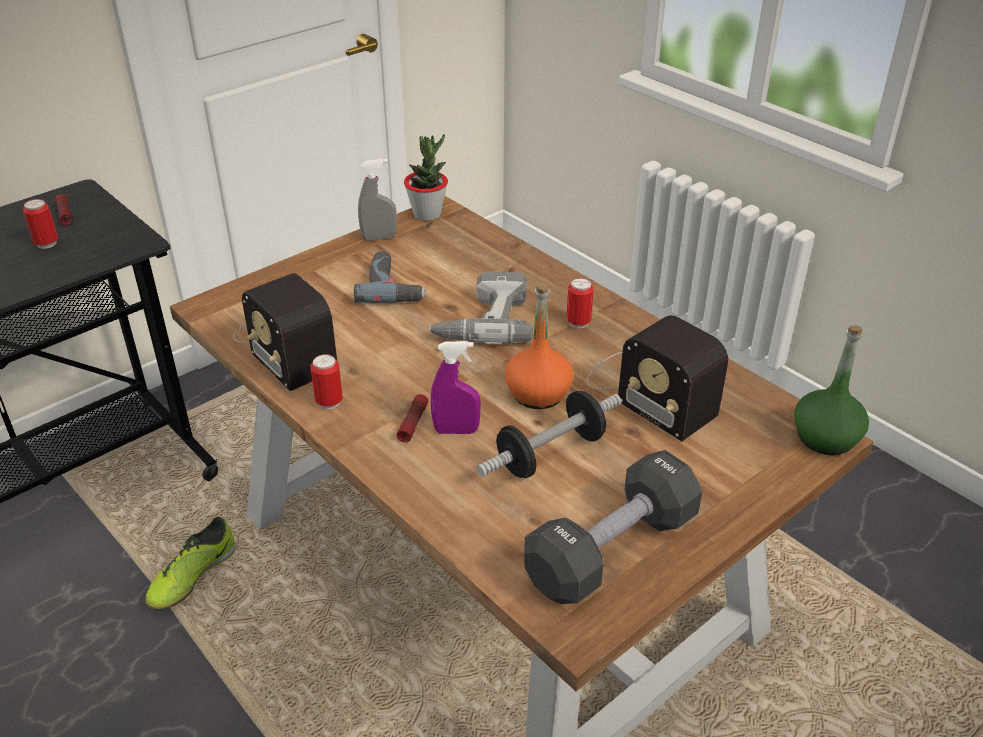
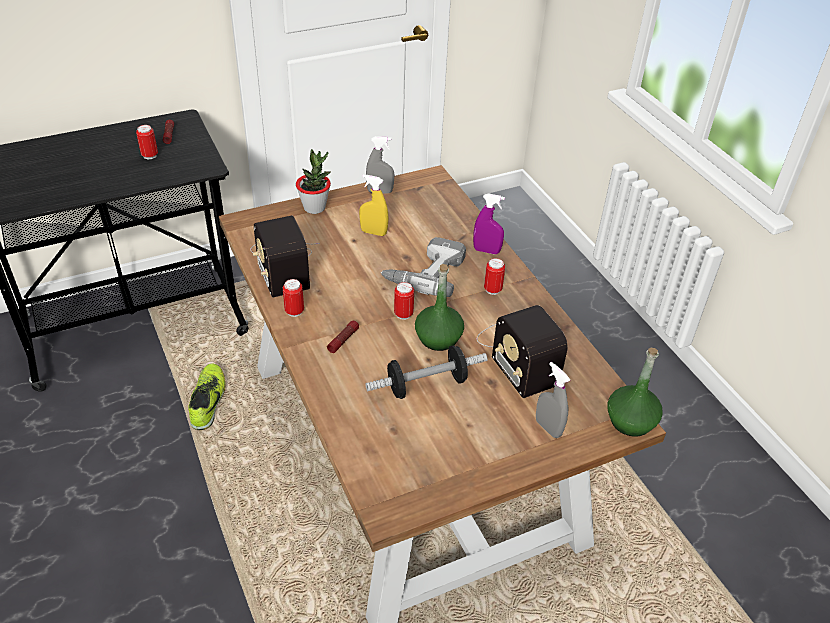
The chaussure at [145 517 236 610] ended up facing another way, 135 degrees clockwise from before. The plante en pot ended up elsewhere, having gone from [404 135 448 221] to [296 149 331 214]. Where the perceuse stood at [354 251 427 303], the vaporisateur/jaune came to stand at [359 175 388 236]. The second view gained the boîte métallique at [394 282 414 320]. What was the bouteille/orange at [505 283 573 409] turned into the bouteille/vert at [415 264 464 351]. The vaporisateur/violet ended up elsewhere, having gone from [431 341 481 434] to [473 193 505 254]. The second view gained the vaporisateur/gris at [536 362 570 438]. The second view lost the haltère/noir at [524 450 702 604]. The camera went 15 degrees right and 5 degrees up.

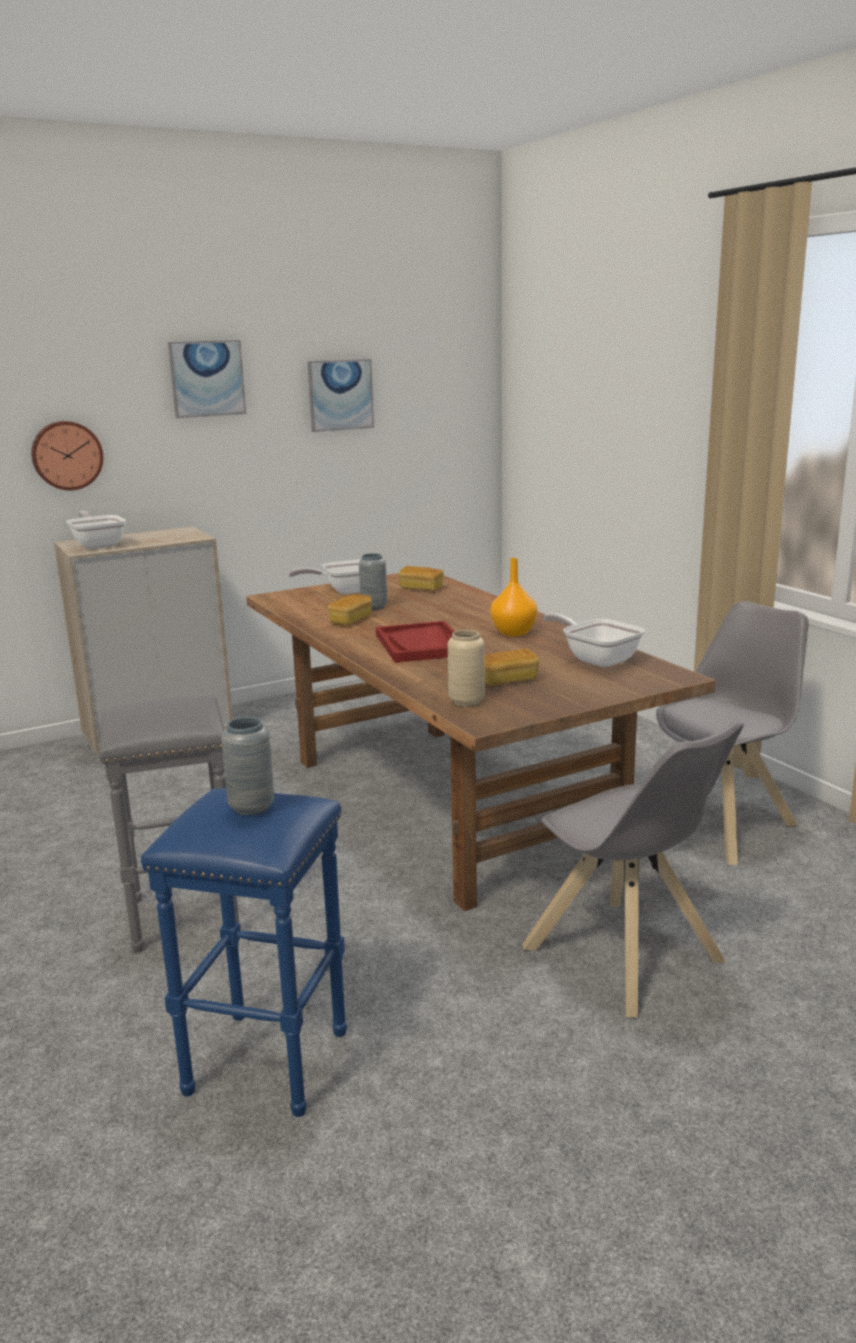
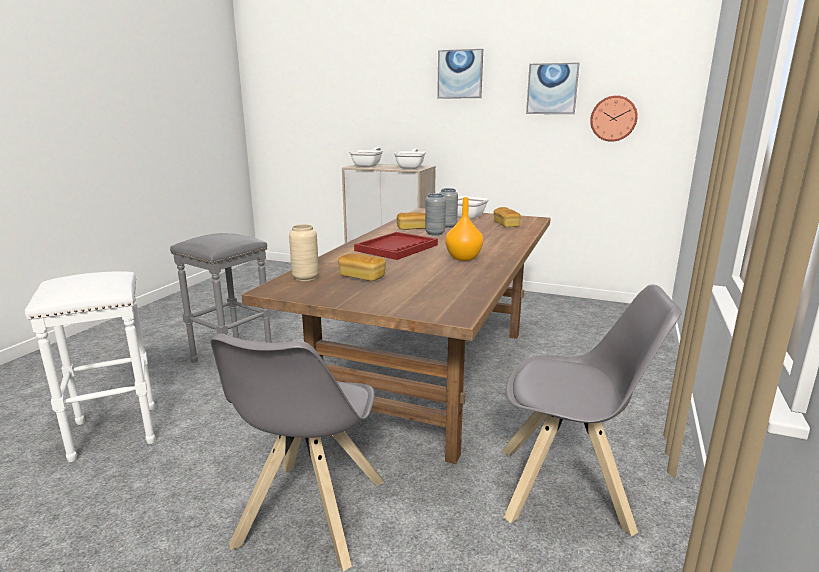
What was the tabouret/bleu at [141 788 347 1117] turned into the tabouret/blanc at [25 271 155 462]. The poêle ended up elsewhere, having gone from [543 613 645 667] to [394 149 426 169]. The vase/gris ended up elsewhere, having gone from [221 717 274 816] to [425 193 446 236]. The horloge murale ended up elsewhere, having gone from [31 421 103 490] to [590 95 638 142]. The camera went 50 degrees right and 0 degrees up.

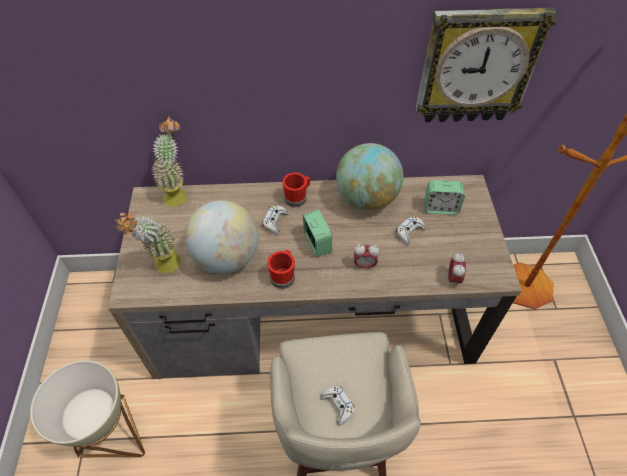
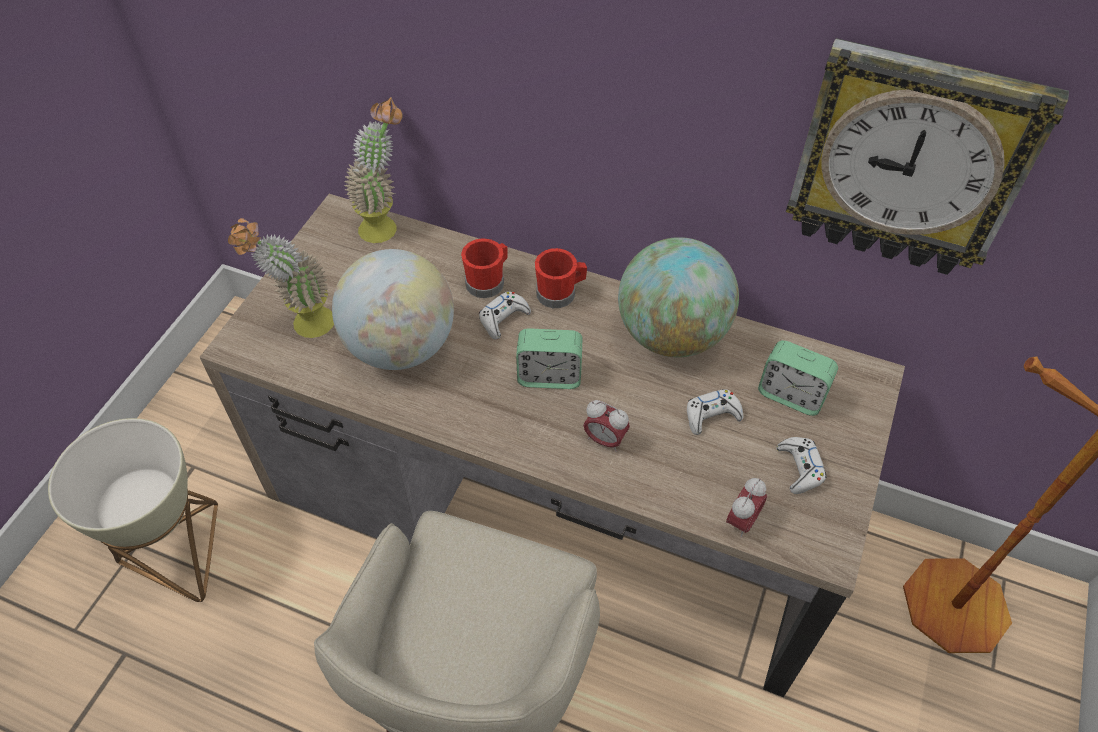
The mug/rouge ended up elsewhere, having gone from [267 250 295 289] to [461 238 508 298]. The réveil at [303 209 332 257] ended up facing another way, 90 degrees clockwise from before. The manette/blanc ended up elsewhere, having gone from [320 386 355 425] to [776 437 827 494]. The camera went 25 degrees right and 0 degrees up.

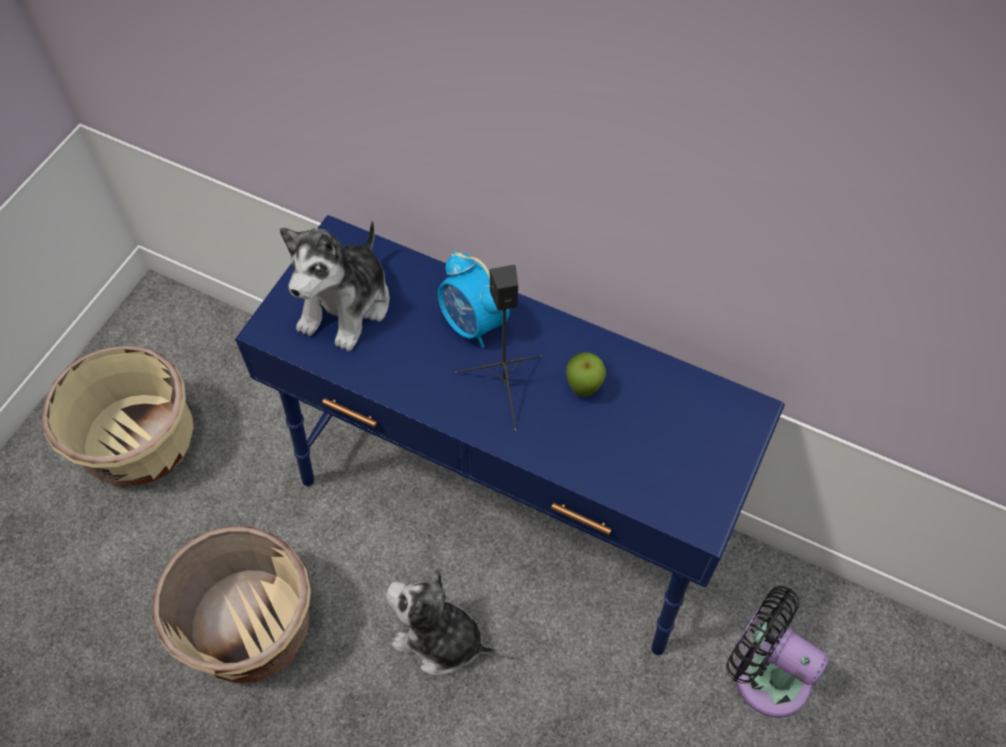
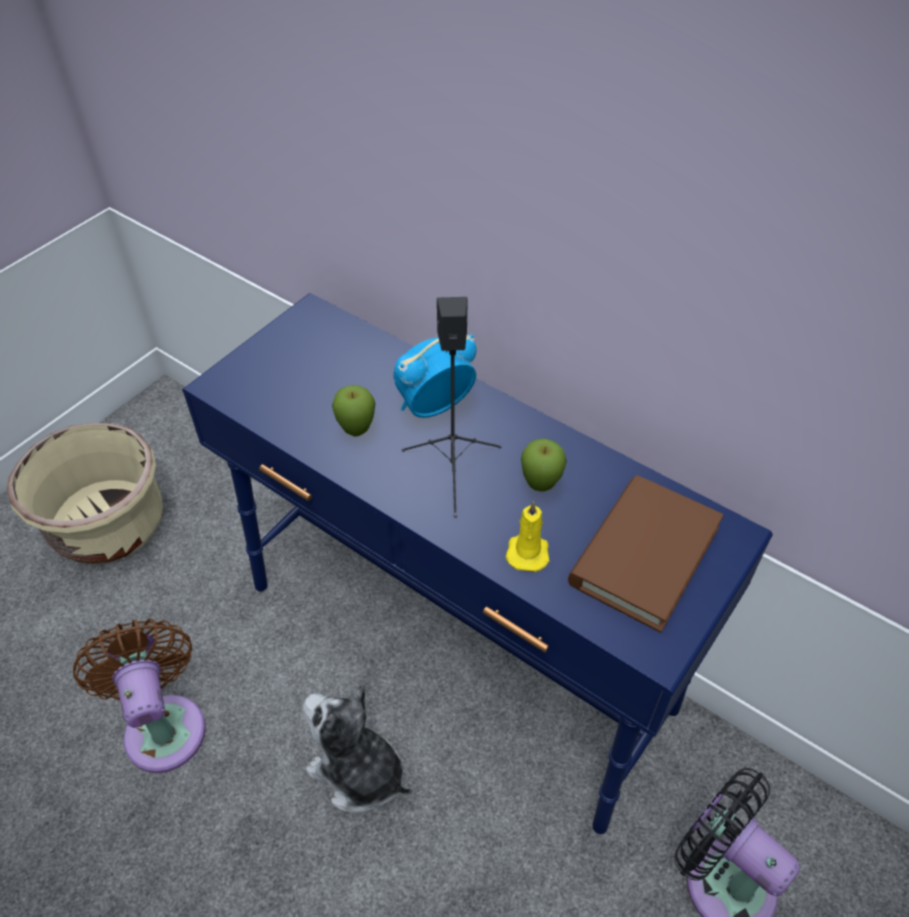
Where the cache-pot/beige stood at [153 526 311 683], the ventilateur/marron came to stand at [73 619 206 773]. The second view gained the pomme at [332 385 376 437]. The réveil at [438 251 510 348] ended up facing another way, 90 degrees clockwise from before. The second view gained the bougie/jaune at [506 501 549 572]. The second view gained the livre/marron at [568 475 724 633]. The second view lost the peluche at [280 220 390 351]. The camera went 10 degrees right and 10 degrees down.

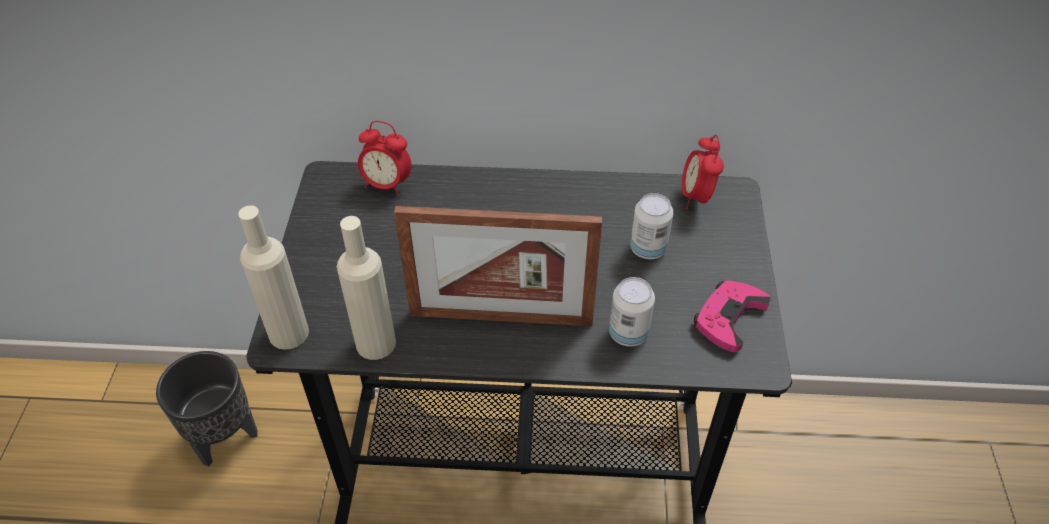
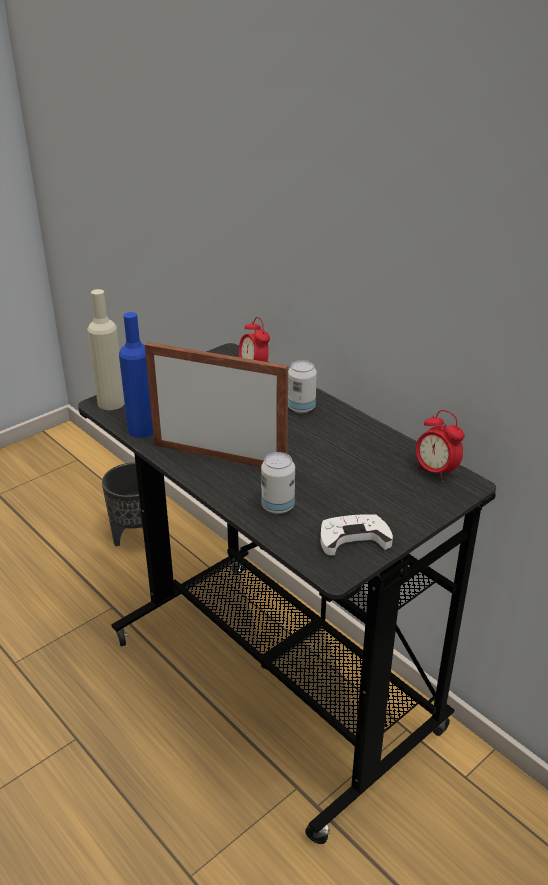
What was the bouteille/beige at [337 216 396 360] turned into the bouteille/bleu at [119 312 153 438]. The cadre photo at [394 206 602 326] ended up facing another way, 150 degrees clockwise from before. The boîte métallique ended up elsewhere, having gone from [630 193 674 259] to [288 360 317 413]. What was the manette/rose at [694 280 771 353] turned into the manette/blanc at [321 513 393 555]. The réveil at [682 135 724 209] ended up facing another way, 90 degrees counterclockwise from before. The camera went 45 degrees right and 15 degrees down.

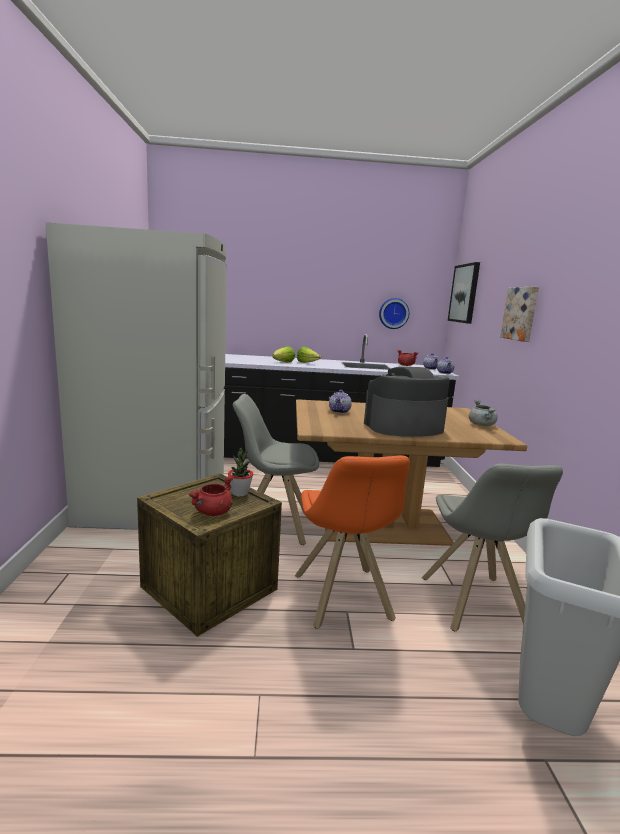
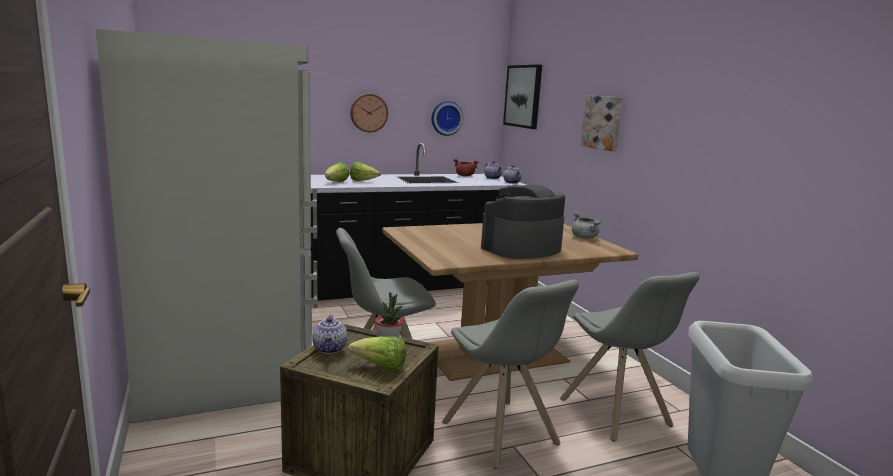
The théière ended up elsewhere, having gone from [329 390 352 414] to [312 315 347 354]. Where the marmite/rouge stood at [188 476 233 516], the laitue came to stand at [348 336 406 372]. The second view gained the horloge murale at [350 94 388 132]. What was the chaise/orange at [295 456 410 629] turned into the chaise/gris at [442 280 579 469]. The camera went 20 degrees left and 0 degrees up.

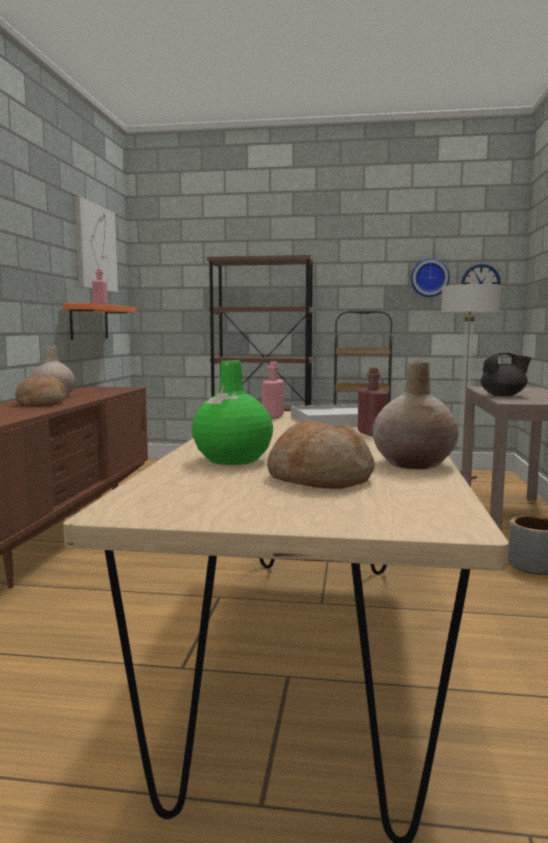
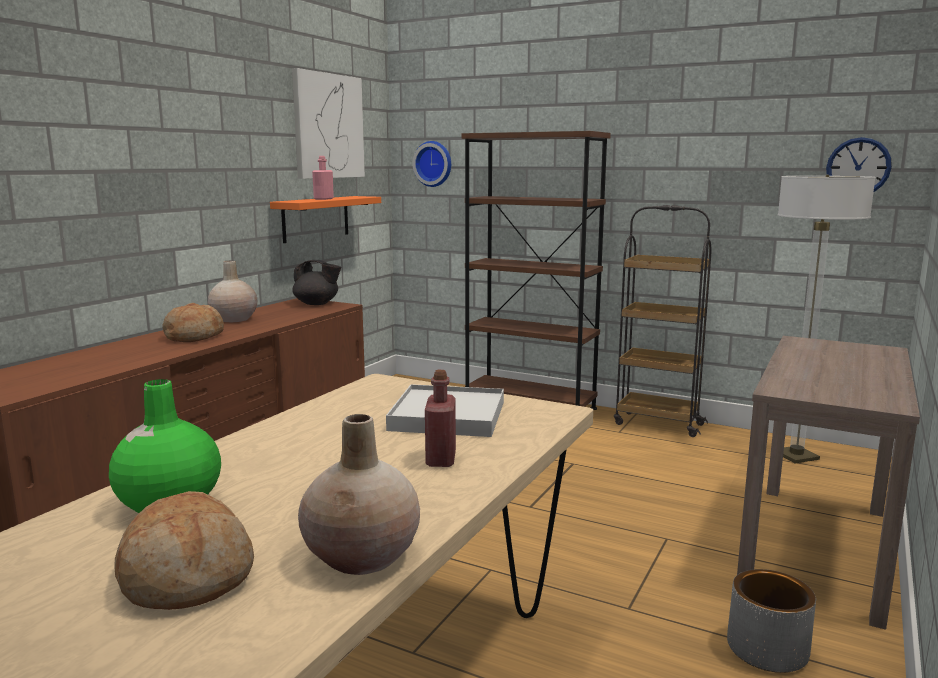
The théière/noir ended up elsewhere, having gone from [480 353 531 396] to [292 260 341 305]. The horloge murale ended up elsewhere, having gone from [411 258 450 297] to [413 141 451 187]. The second view lost the bouteille/rose at [262 361 284 419]. The camera went 20 degrees right and 5 degrees up.

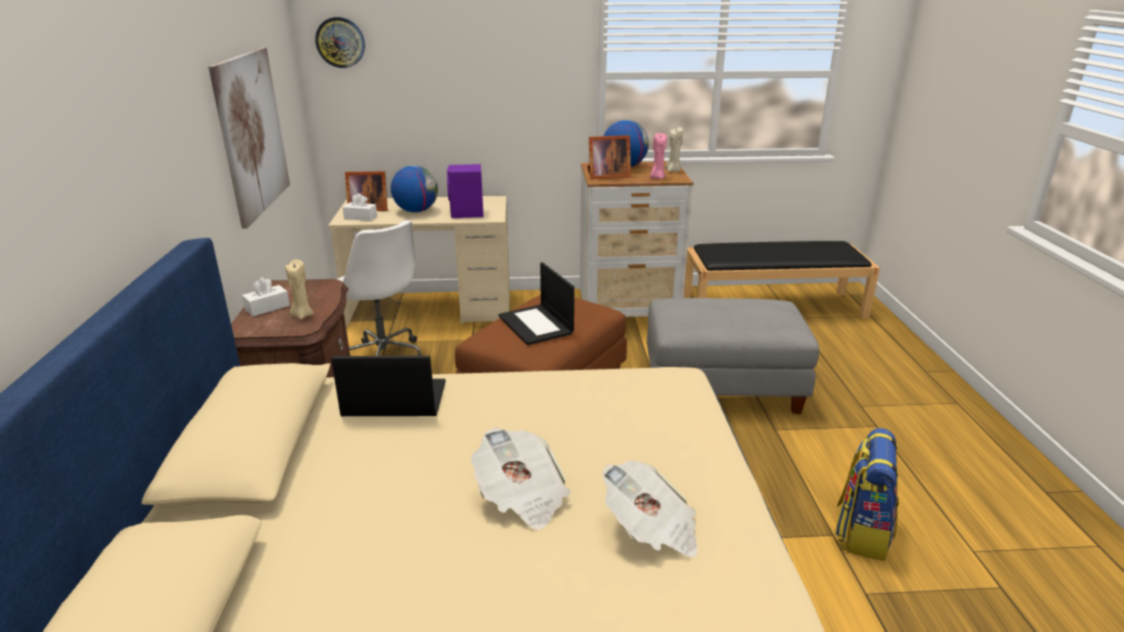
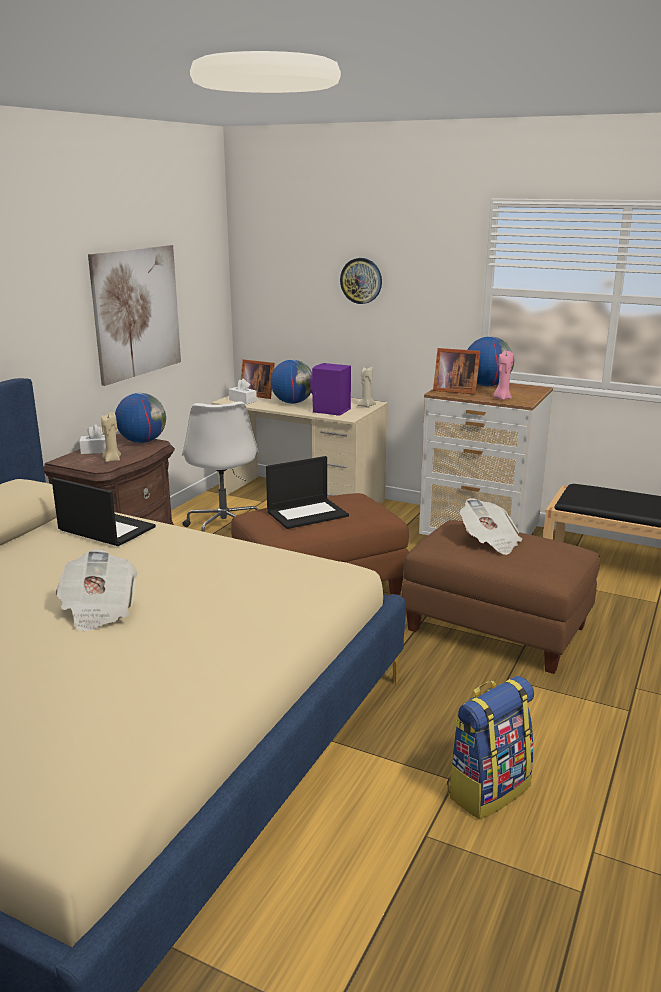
The second view gained the globe at [115 393 166 443]. The ordinateur portable at [499 262 574 345] ended up facing another way, 120 degrees counterclockwise from before. The horloge murale ended up elsewhere, having gone from [315 17 365 68] to [340 258 382 304]. The bougie/beige ended up elsewhere, having gone from [665 127 683 172] to [357 367 376 408]. What was the pouf/gris at [647 298 819 414] turned into the pouf/marron at [401 520 600 674]. The journal ended up elsewhere, having gone from [603 461 697 557] to [460 498 522 555]. The camera went 30 degrees right and 5 degrees down.

